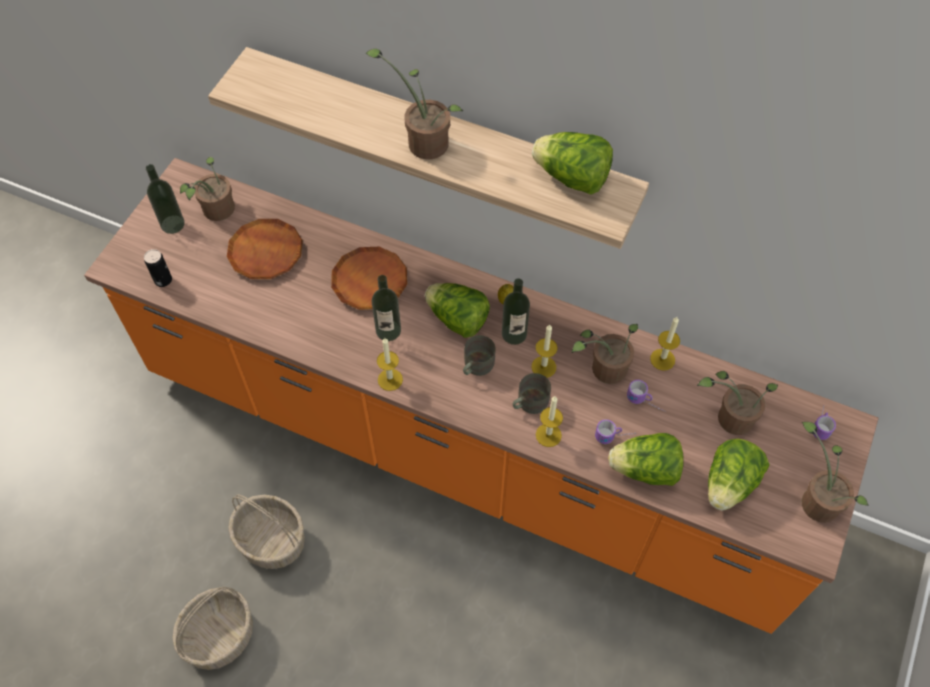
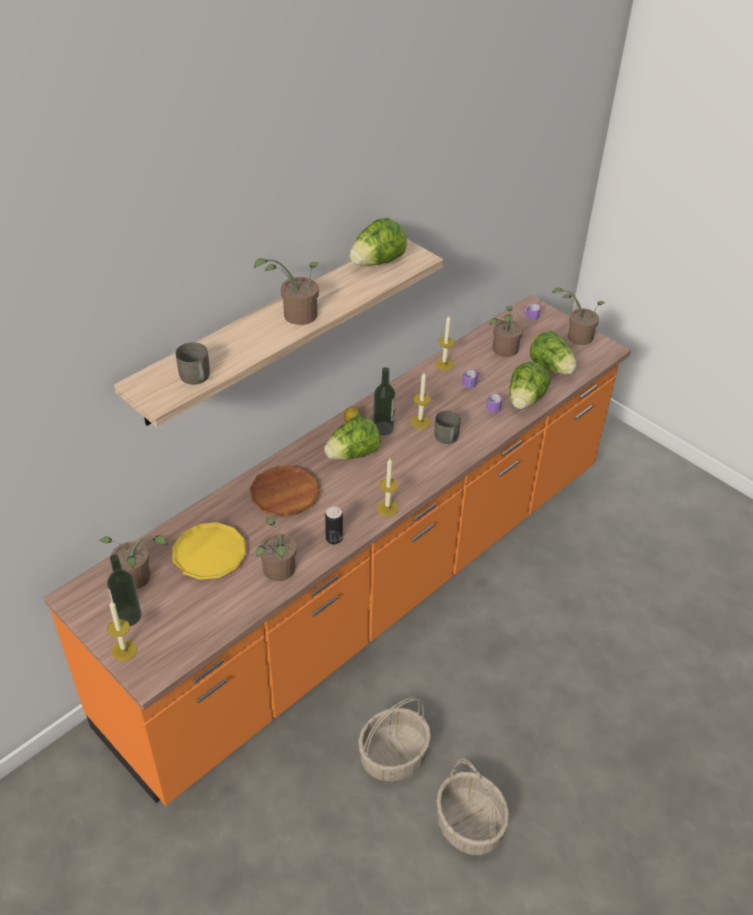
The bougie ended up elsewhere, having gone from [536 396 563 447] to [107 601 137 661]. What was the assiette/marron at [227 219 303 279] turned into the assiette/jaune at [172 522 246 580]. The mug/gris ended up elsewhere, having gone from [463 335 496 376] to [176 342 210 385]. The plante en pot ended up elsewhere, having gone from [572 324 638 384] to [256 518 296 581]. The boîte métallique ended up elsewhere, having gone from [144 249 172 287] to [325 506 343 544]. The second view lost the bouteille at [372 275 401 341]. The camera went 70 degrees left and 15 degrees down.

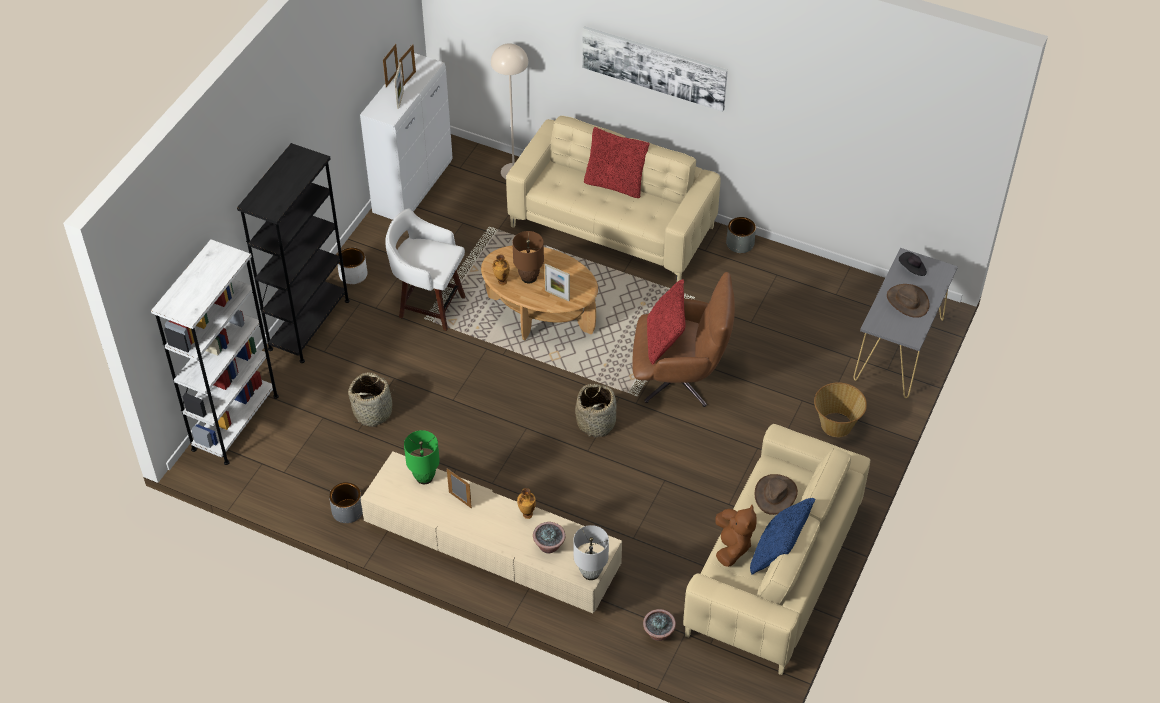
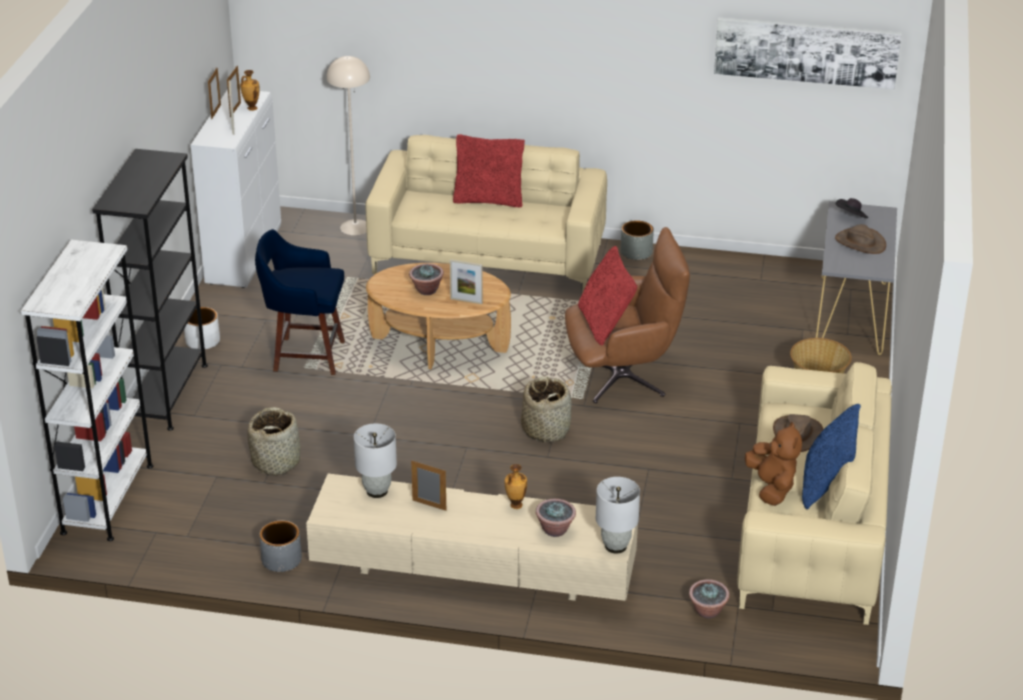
The vase ended up elsewhere, having gone from [493 254 509 285] to [240 70 260 111]. What was the tabouret/blanc at [385 208 466 331] turned into the tabouret/bleu at [255 229 345 375]. What was the lampe de table/vert at [404 430 440 484] turned into the lampe de table/blanc at [354 423 397 498]. Where the lampe de table/marron stood at [512 231 544 283], the plante en pot came to stand at [409 264 444 295]. The tableau ended up elsewhere, having gone from [583 26 728 112] to [714 18 901 89]. The camera went 15 degrees left and 15 degrees down.

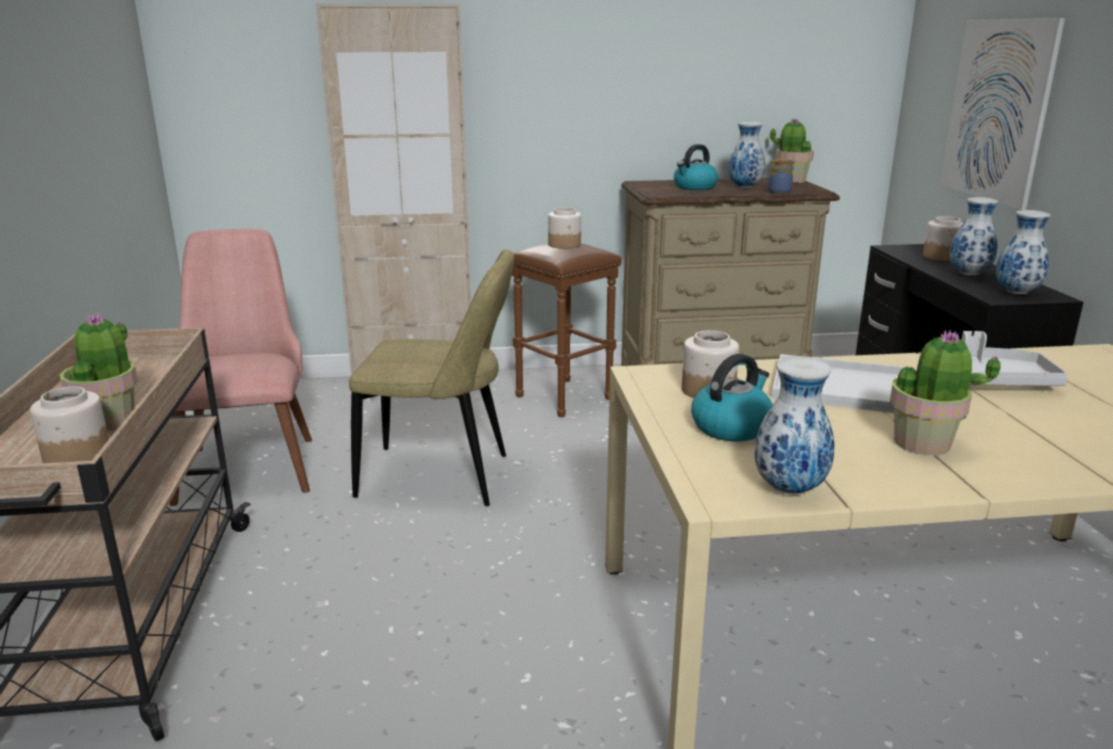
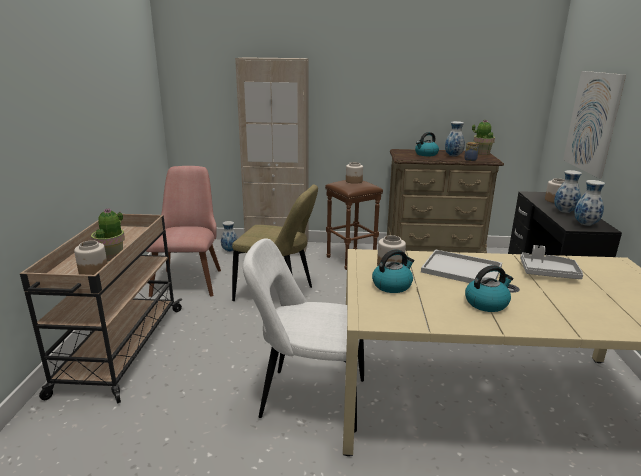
The vase ended up elsewhere, having gone from [754 357 834 495] to [221 221 238 252]. The second view gained the chaise/blanc at [243 238 364 432]. Where the plante en pot stood at [890 330 1001 455], the bouilloire came to stand at [465 265 513 312]. The camera went 10 degrees right and 0 degrees up.

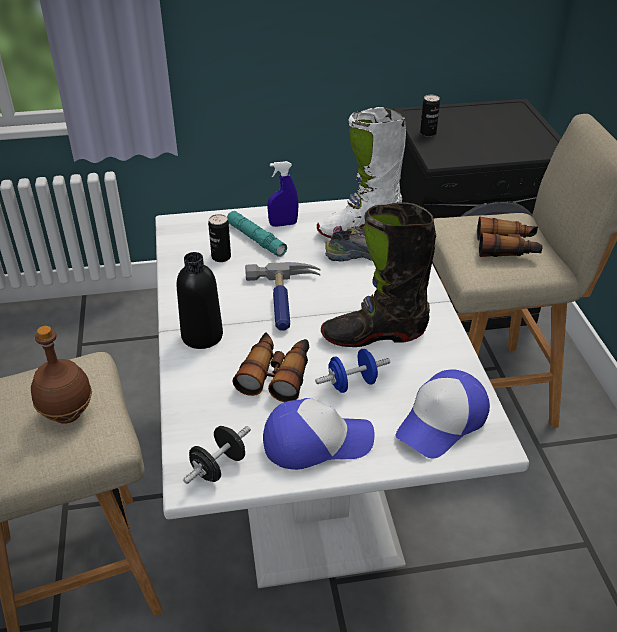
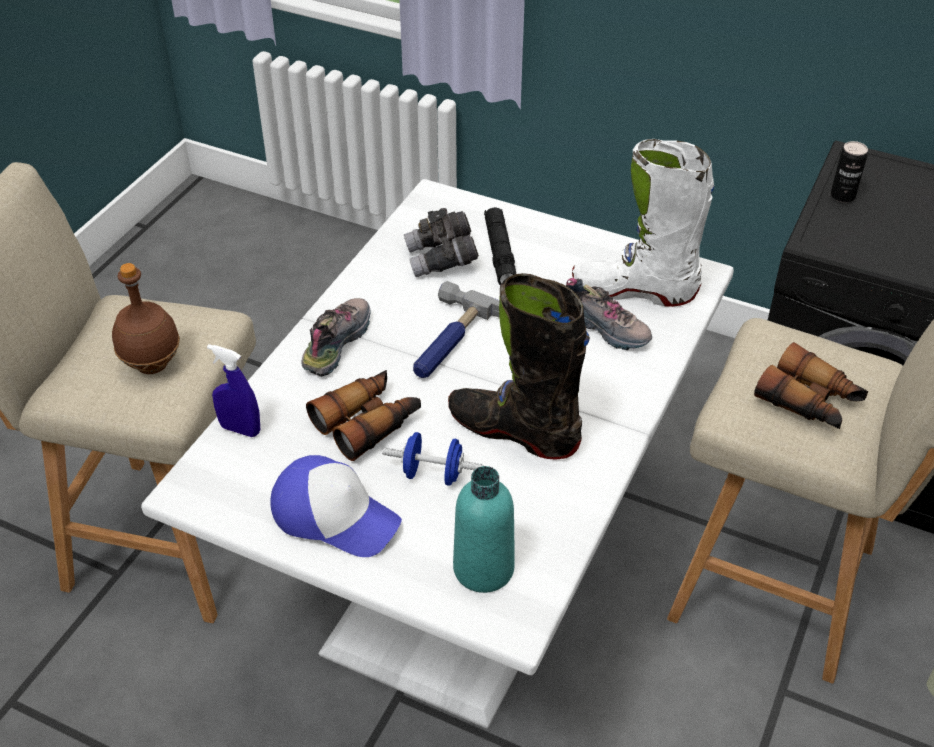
The vaporisateur/bleu ended up elsewhere, having gone from [267 161 299 227] to [207 344 260 437]. Where the bouteille/noir stood at [177 252 223 349], the chaussure came to stand at [302 298 371 377]. Where the boîte métallique stood at [208 214 231 262], the jumelles/gris came to stand at [404 208 479 277]. Where the casquette stood at [396 369 490 458], the bouteille/turquoise came to stand at [453 466 515 593]. What was the lampe de poche/turquoise at [227 211 287 257] turned into the lampe de poche/noir at [484 207 516 286]. The second view lost the haltère/noir at [183 426 251 484]. The camera went 35 degrees right and 5 degrees up.

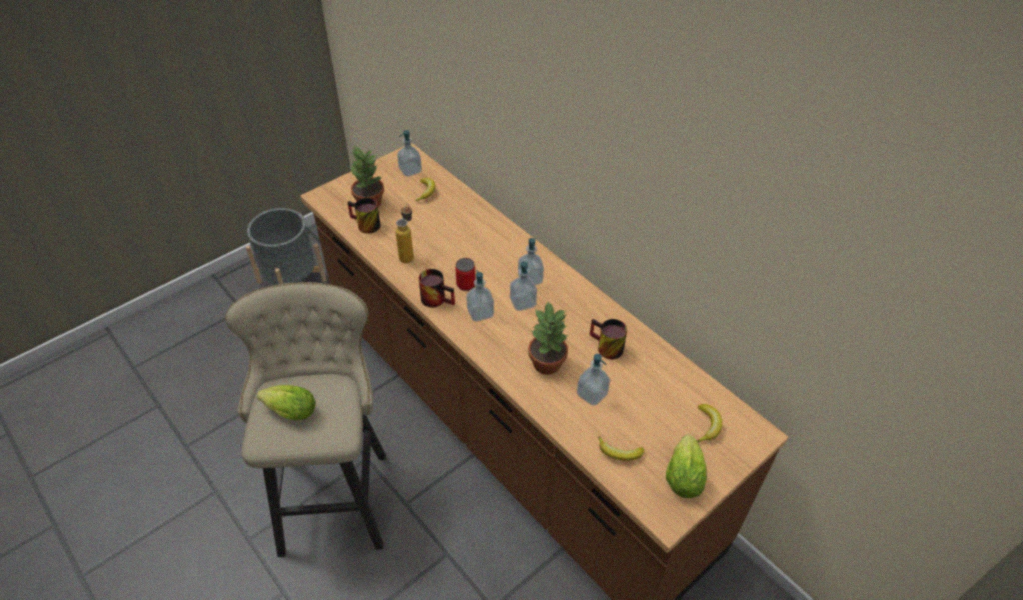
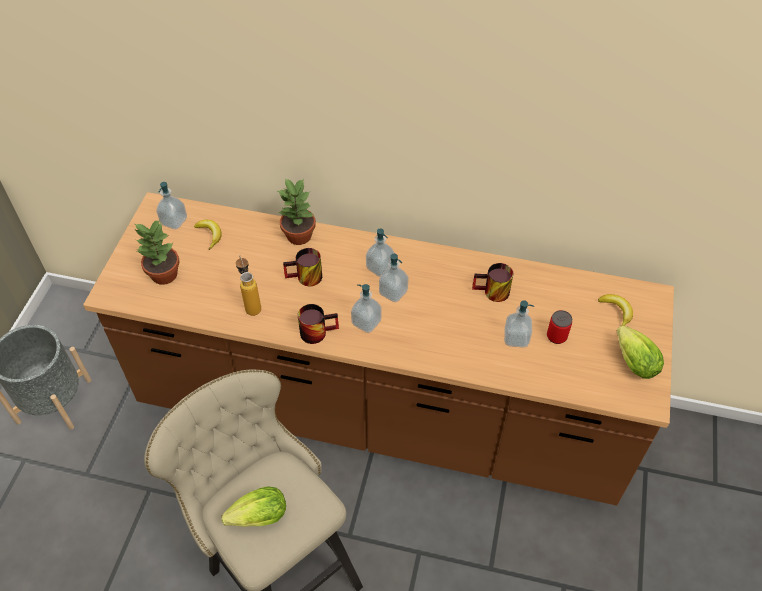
The plante en pot ended up elsewhere, having gone from [528 302 568 375] to [278 178 316 245]. The mug ended up elsewhere, having gone from [347 198 380 234] to [283 248 322 286]. The boîte métallique ended up elsewhere, having gone from [455 258 475 291] to [547 310 572 344]. The second view lost the banane at [598 436 644 461]. The camera went 35 degrees left and 5 degrees up.

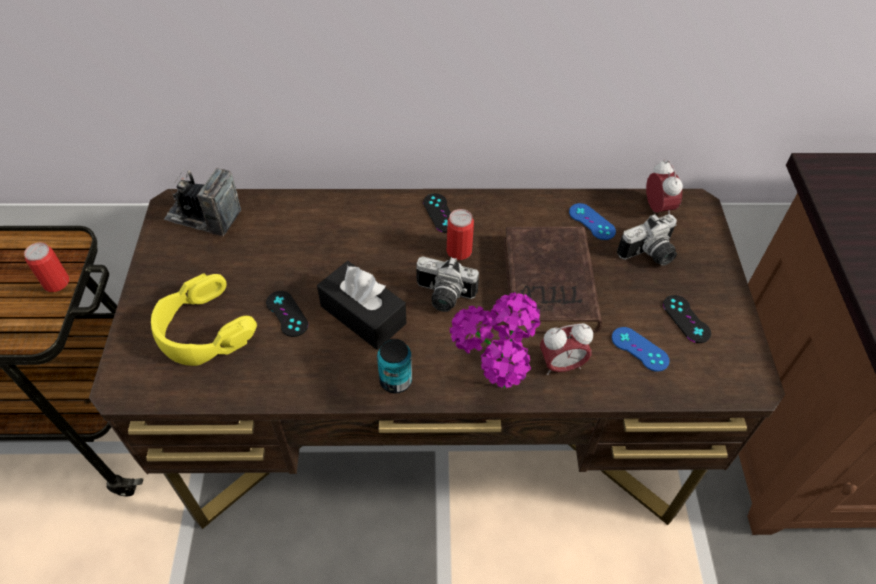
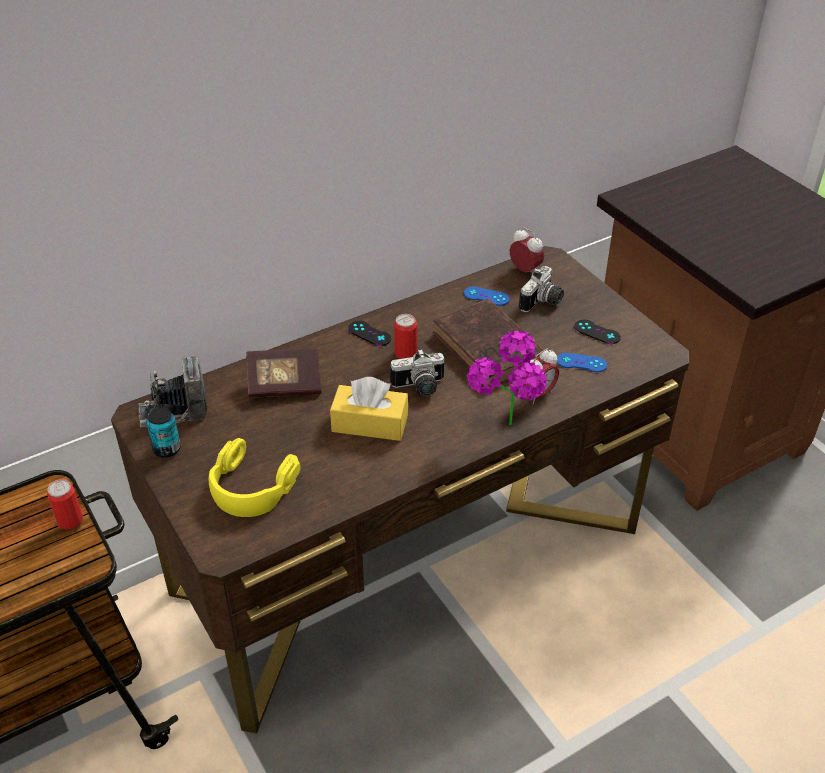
The boîte métallique ended up elsewhere, having gone from [377 339 412 393] to [146 407 181 458]. The second view gained the livre at [246 348 321 398]. What was the boîte à mouchoirs/noir at [317 261 406 350] turned into the boîte à mouchoirs/jaune at [330 377 408 441]. The second view lost the manette/noir at [266 291 308 337]. The camera went 30 degrees left and 10 degrees down.

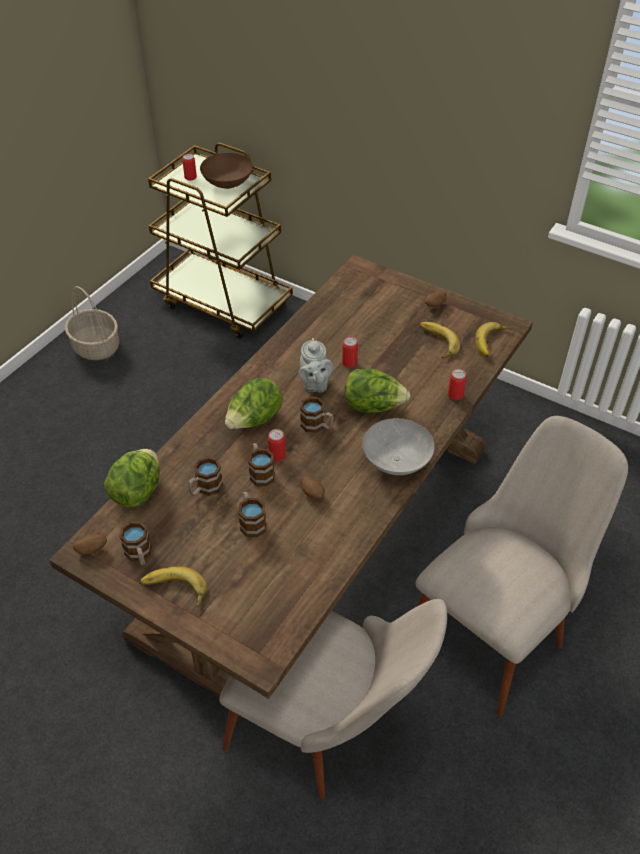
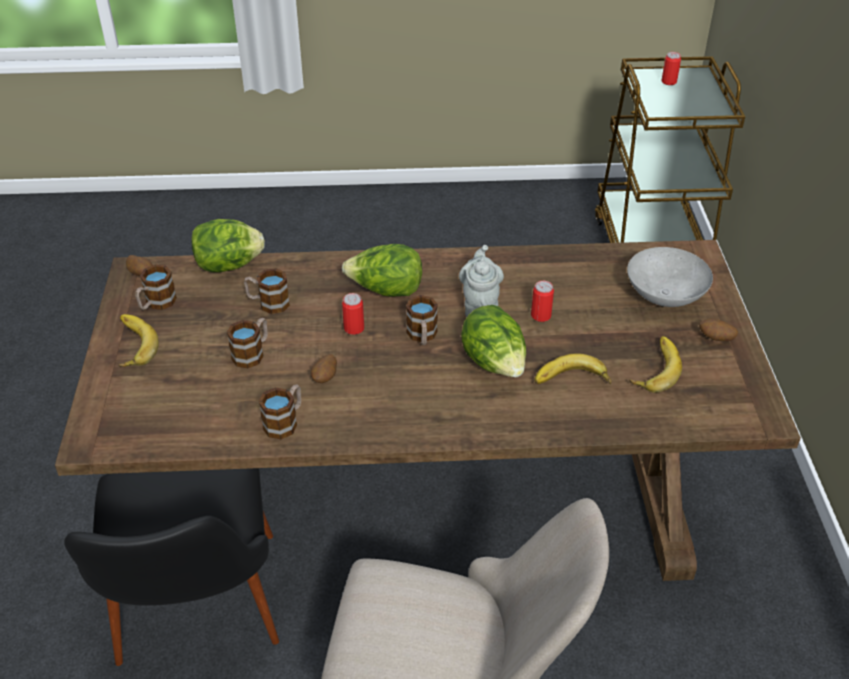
What was the chaise/beige at [219 599 447 799] turned into the chaise/noir at [64 468 279 666]. The mug ended up elsewhere, having gone from [248 443 275 487] to [259 384 301 439]. The théière/gris at [298 338 333 392] ended up facing another way, 135 degrees clockwise from before. The banane ended up elsewhere, having gone from [476 322 512 357] to [534 353 611 385]. The bol/gris ended up elsewhere, having gone from [362 418 434 475] to [627 247 713 307]. The second view lost the panier at [65 286 119 360]. The second view lost the bol/marron at [200 153 253 189]. The second view lost the boîte métallique at [448 369 466 400]. The camera went 55 degrees right and 5 degrees down.

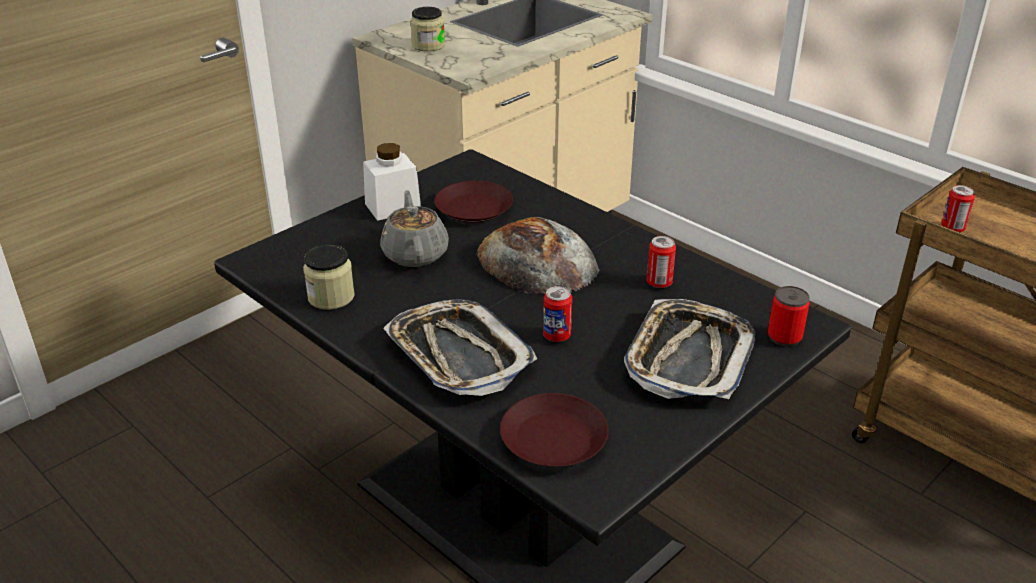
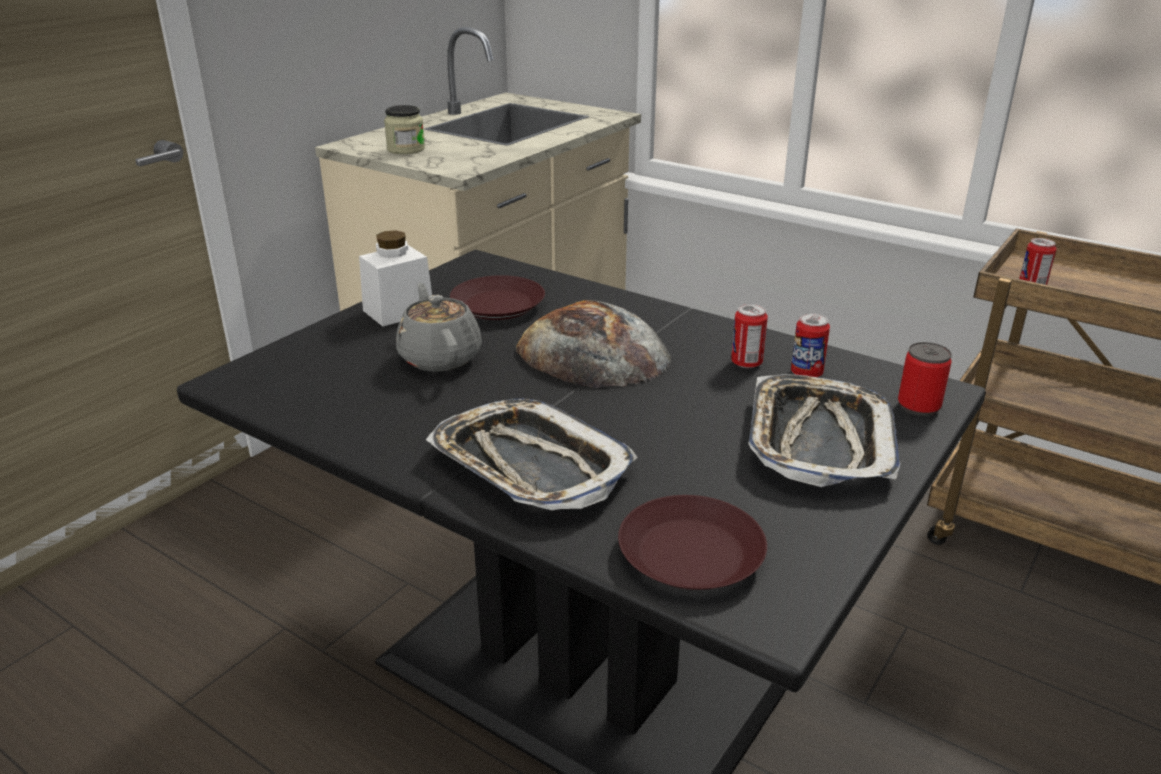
The boîte métallique ended up elsewhere, having gone from [543 286 572 342] to [791 313 830 377]. The second view lost the bocal at [303 245 355 310]. The camera went 10 degrees left and 5 degrees down.

